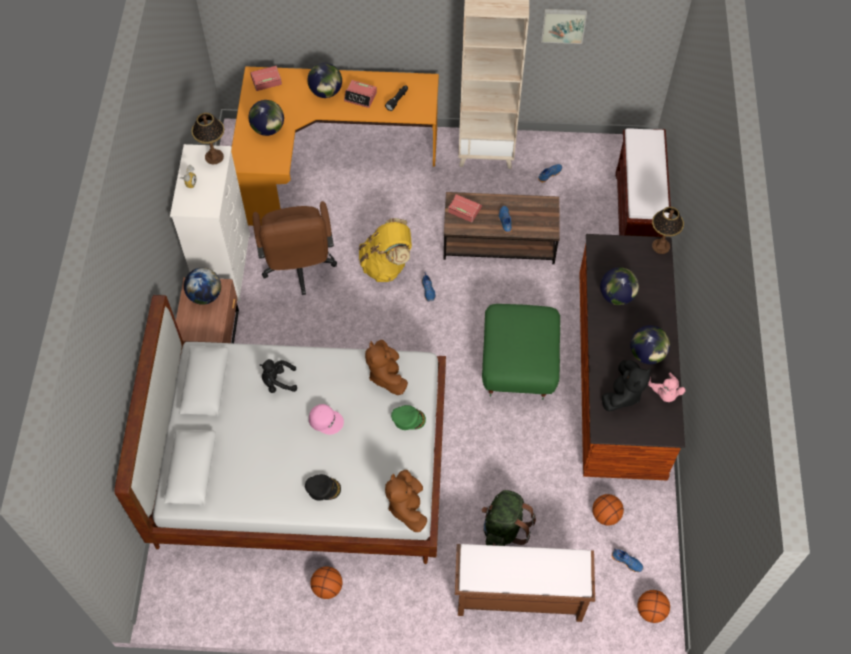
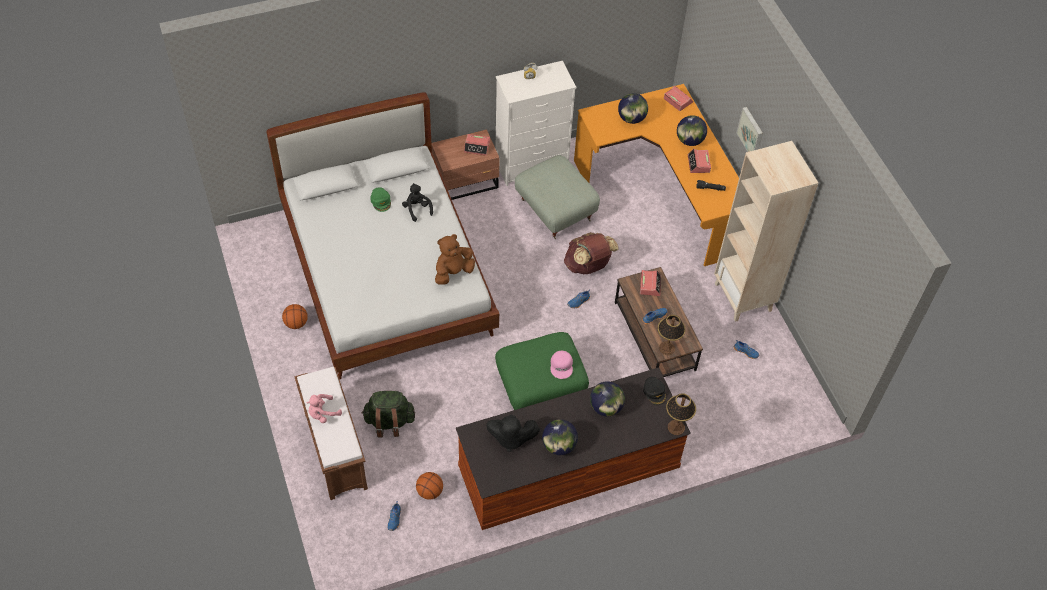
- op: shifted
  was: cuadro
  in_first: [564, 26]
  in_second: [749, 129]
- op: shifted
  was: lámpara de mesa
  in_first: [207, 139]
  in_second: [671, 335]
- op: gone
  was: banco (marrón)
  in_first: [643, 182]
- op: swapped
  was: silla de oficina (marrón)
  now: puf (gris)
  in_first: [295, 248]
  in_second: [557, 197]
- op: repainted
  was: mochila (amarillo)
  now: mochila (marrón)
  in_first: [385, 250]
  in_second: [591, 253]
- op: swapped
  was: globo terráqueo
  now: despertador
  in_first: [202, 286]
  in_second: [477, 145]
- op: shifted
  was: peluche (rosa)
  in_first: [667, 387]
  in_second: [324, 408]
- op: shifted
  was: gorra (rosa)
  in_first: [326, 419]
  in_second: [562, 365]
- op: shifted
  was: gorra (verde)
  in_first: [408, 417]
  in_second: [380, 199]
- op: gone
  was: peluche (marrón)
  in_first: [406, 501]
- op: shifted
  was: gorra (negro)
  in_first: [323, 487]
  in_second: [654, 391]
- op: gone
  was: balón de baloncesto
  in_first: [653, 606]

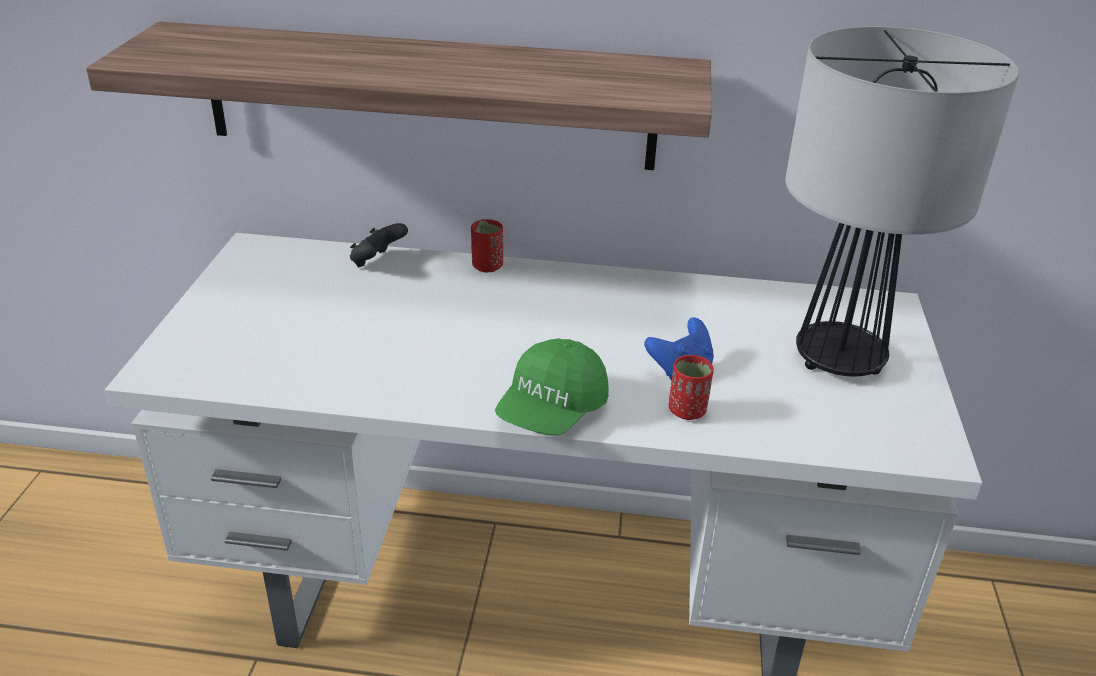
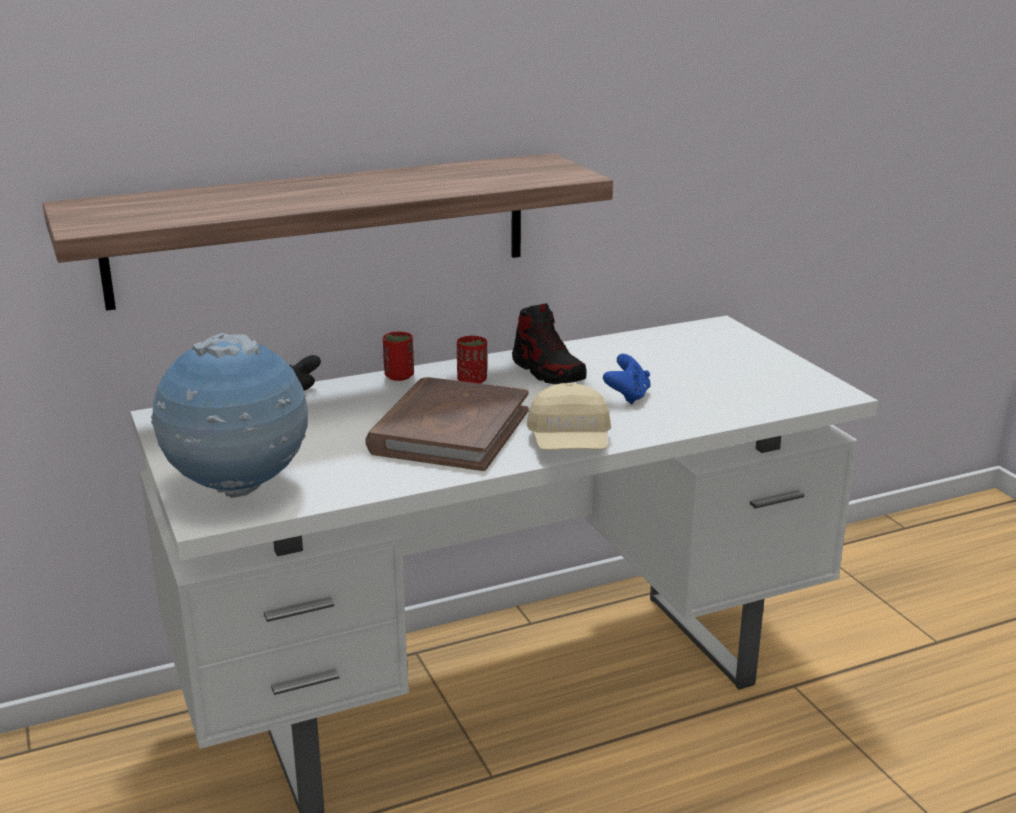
- op: gone
  was: lámpara de mesa
  in_first: [902, 201]
- op: repainted
  was: gorra (verde)
  now: gorra (beis)
  in_first: [552, 386]
  in_second: [569, 416]
- op: shifted
  was: taza (rojo)
  in_first: [691, 387]
  in_second: [472, 360]
- op: new
  now: zapato
  in_second: [549, 343]
- op: new
  now: globo terráqueo
  in_second: [229, 415]
- op: new
  now: libro (marrón)
  in_second: [447, 424]

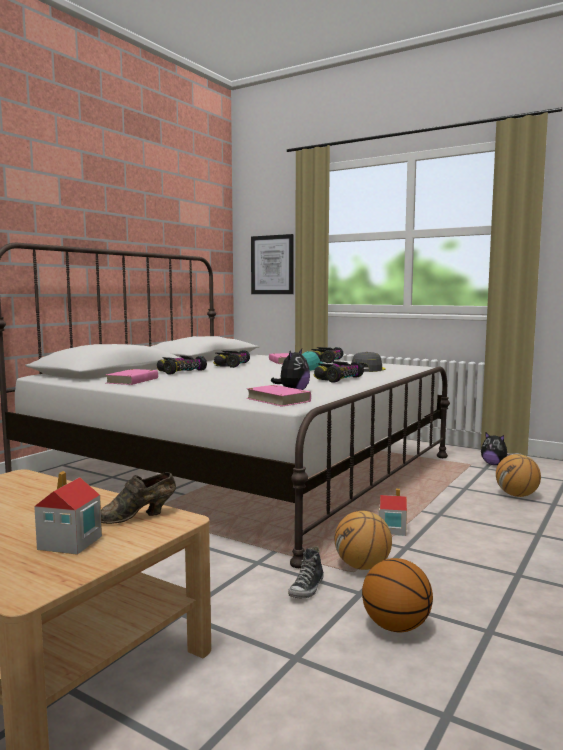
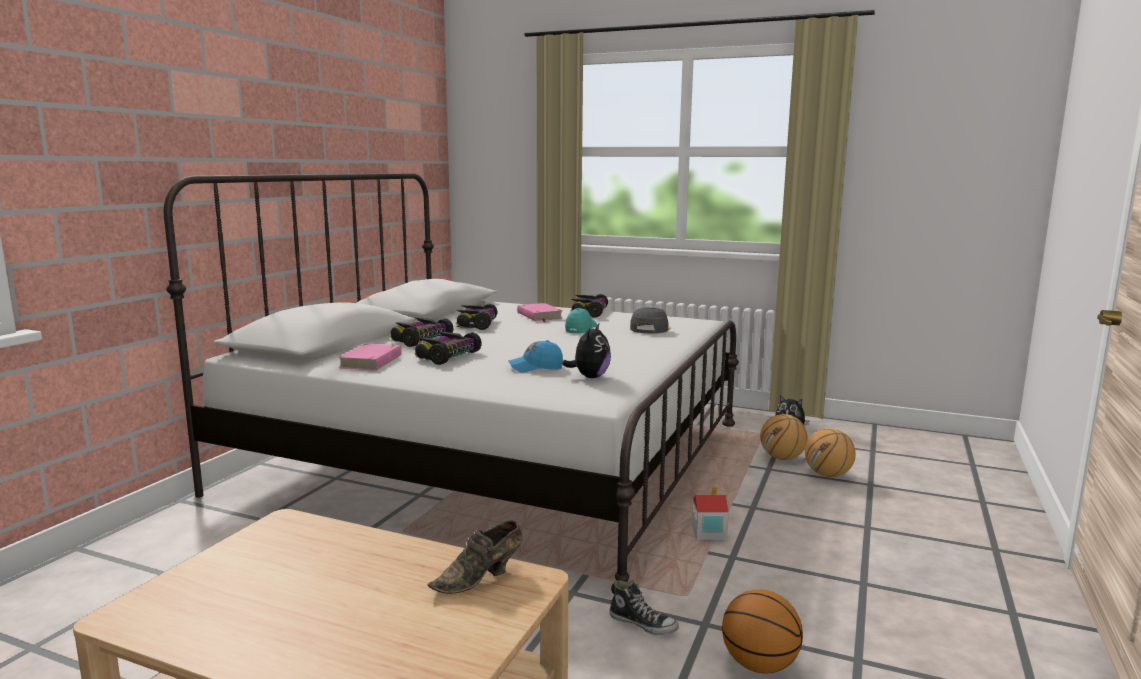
- op: gone
  was: cuadro
  in_first: [272, 264]
- op: shifted
  was: coche de juguete
  in_first: [338, 372]
  in_second: [448, 348]
- op: gone
  was: libro (rosa)
  in_first: [278, 396]
- op: gone
  was: casita
  in_first: [68, 513]
- op: shifted
  was: balón de baloncesto
  in_first: [363, 540]
  in_second: [784, 437]
- op: rotated
  was: zapato
  in_first: [306, 572]
  in_second: [644, 607]
  clockwise: -75
- op: new
  now: gorra (azul)
  in_second: [535, 356]

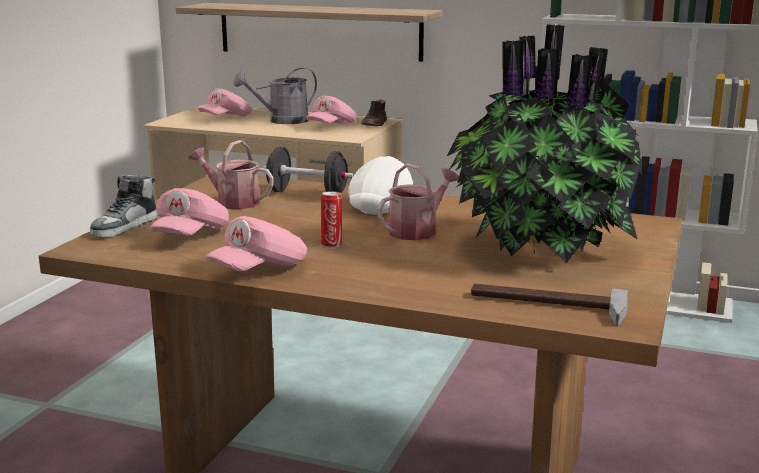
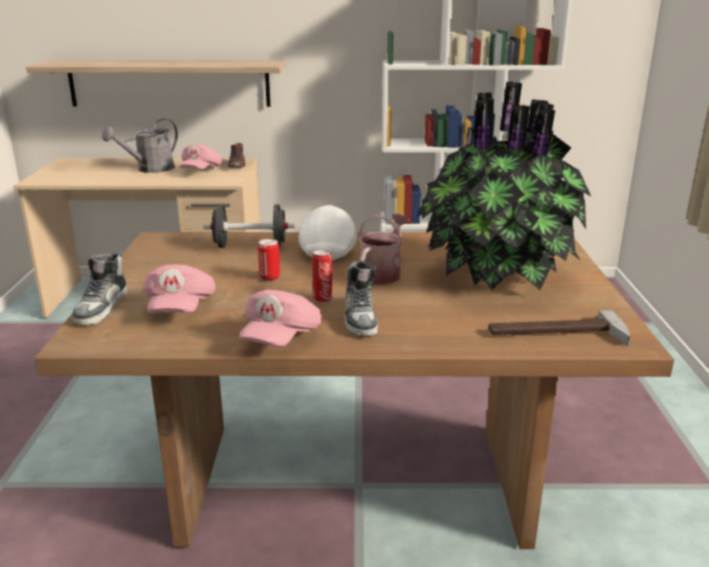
- op: gone
  was: gorra (rosa)
  in_first: [225, 102]
- op: gone
  was: regadera
  in_first: [231, 174]
- op: new
  now: lata
  in_second: [269, 260]
- op: new
  now: zapato
  in_second: [361, 298]

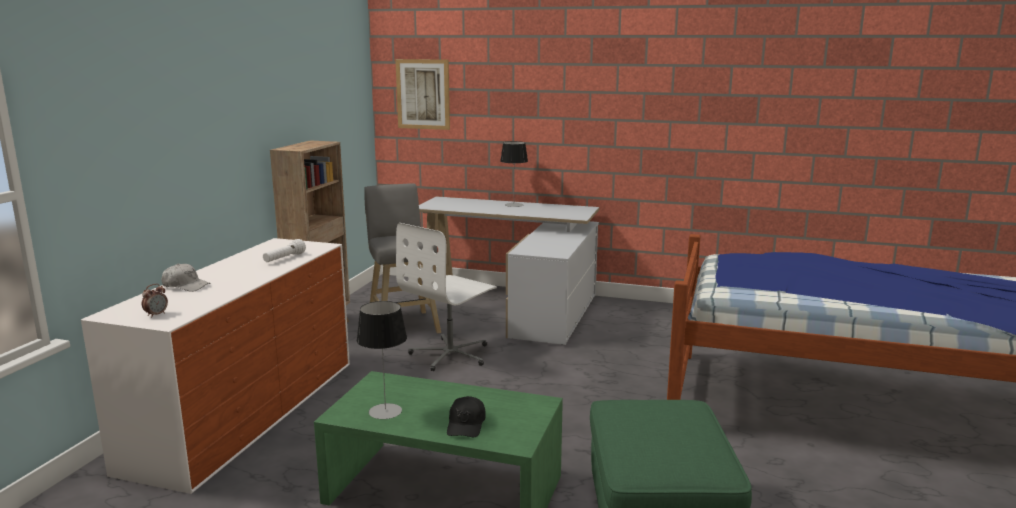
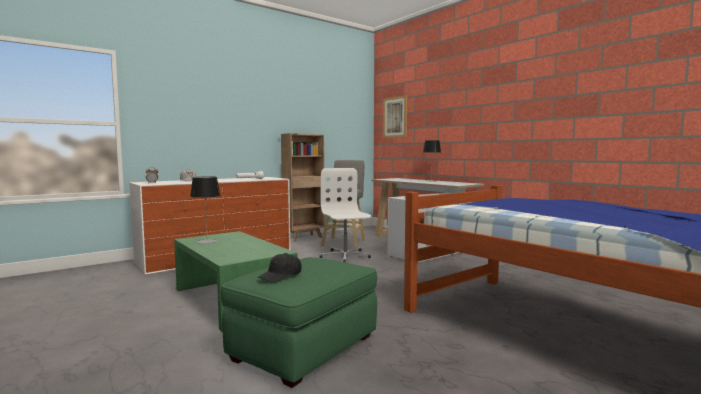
- op: rotated
  was: silla de oficina (blanco)
  in_first: [446, 297]
  in_second: [345, 215]
  clockwise: 90
- op: shifted
  was: gorra (negro)
  in_first: [466, 416]
  in_second: [280, 268]

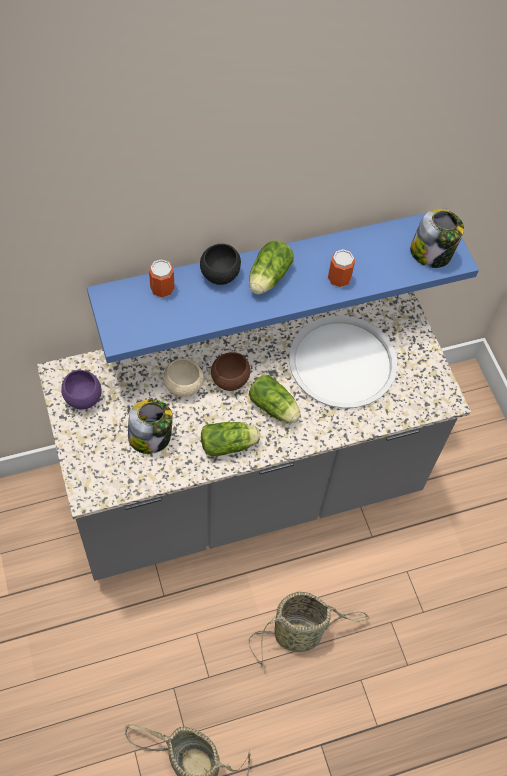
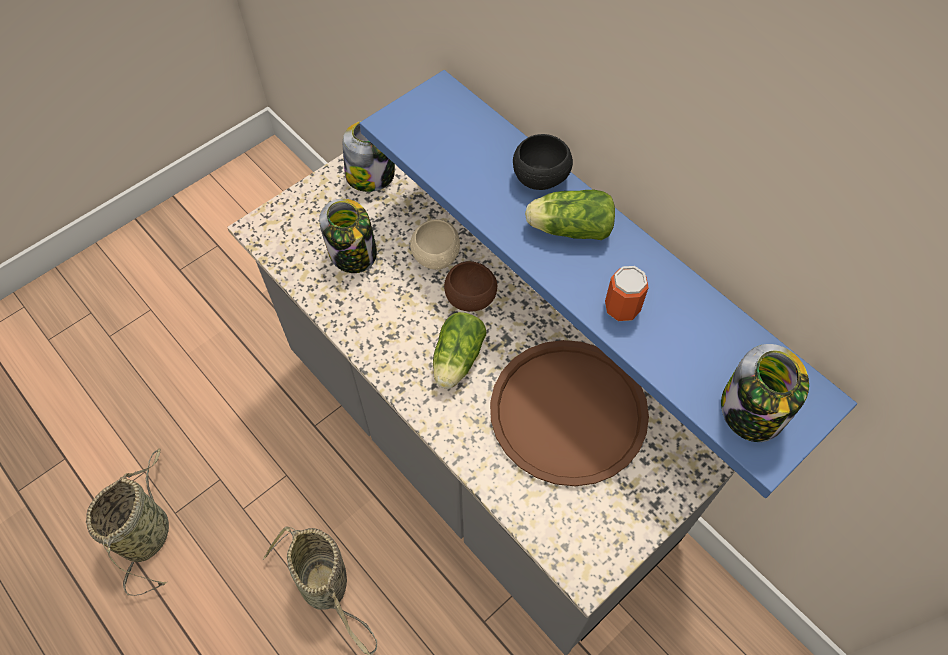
- op: gone
  was: lata
  in_first: [162, 278]
- op: repainted
  was: bandeja (blanco)
  now: bandeja (marrón)
  in_first: [343, 362]
  in_second: [569, 413]
- op: swapped
  was: cuenco (morado)
  now: tarro
  in_first: [81, 390]
  in_second: [369, 156]
- op: gone
  was: lechuga
  in_first: [230, 439]

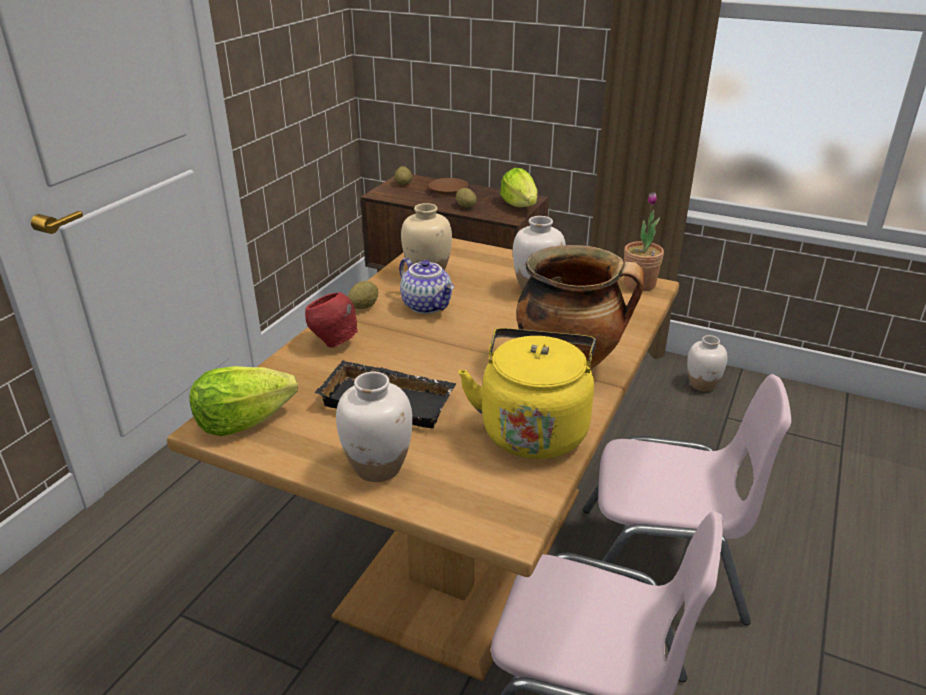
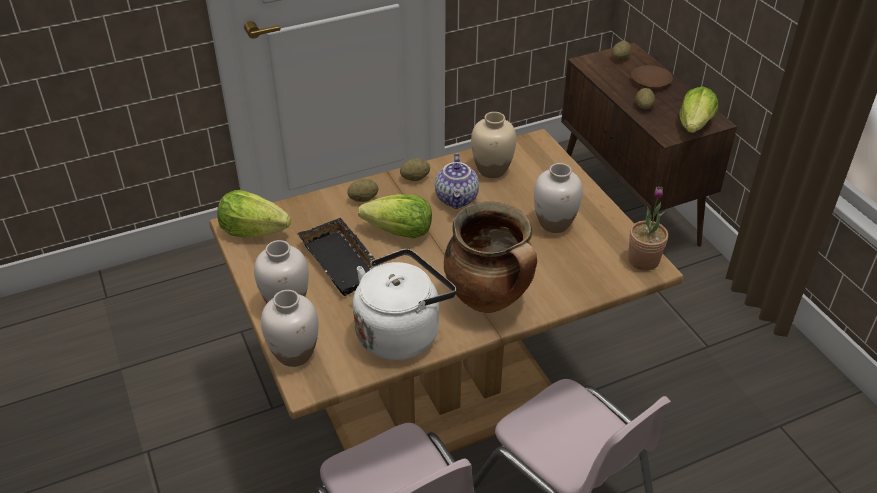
- op: swapped
  was: cuenco (rojo)
  now: patata
  in_first: [331, 320]
  in_second: [362, 190]
- op: repainted
  was: hervidor (amarillo)
  now: hervidor (blanco)
  in_first: [527, 393]
  in_second: [404, 304]
- op: shifted
  was: florero (blanco)
  in_first: [707, 363]
  in_second: [290, 328]
- op: new
  now: lechuga
  in_second: [395, 216]

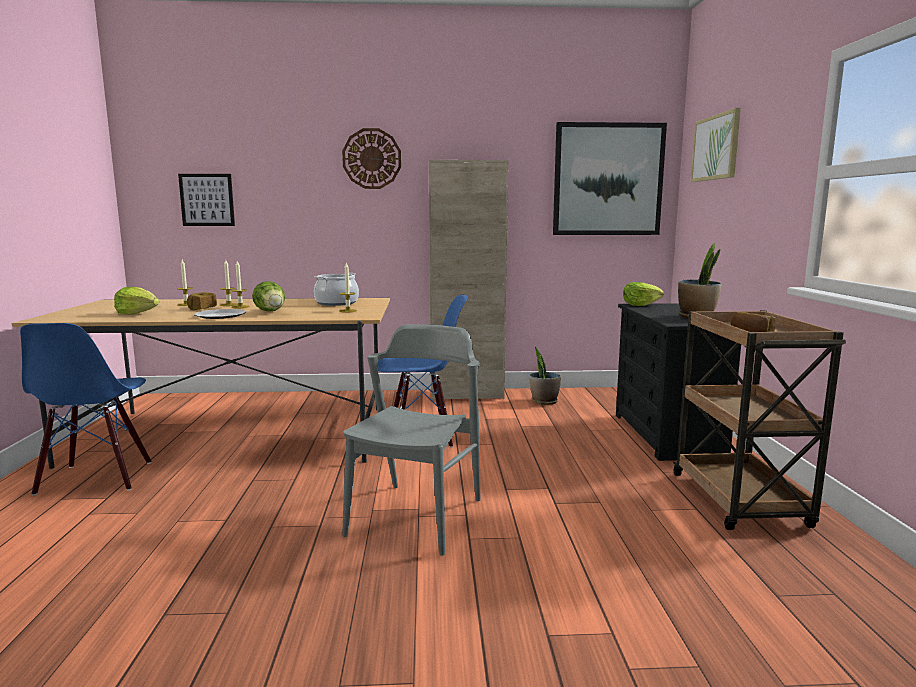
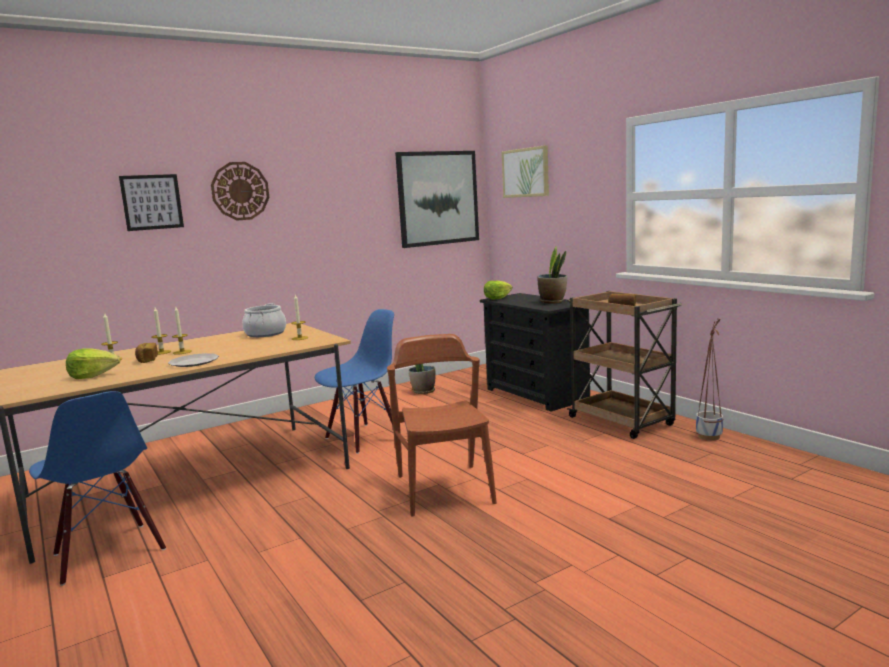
- op: gone
  was: armario (beis)
  in_first: [468, 280]
- op: shifted
  was: cuadro
  in_first: [206, 200]
  in_second: [151, 202]
- op: gone
  was: lechuga
  in_first: [268, 296]
- op: repainted
  was: silla (gris)
  now: silla (marrón)
  in_first: [411, 440]
  in_second: [442, 425]
- op: new
  now: maceta
  in_second: [709, 379]

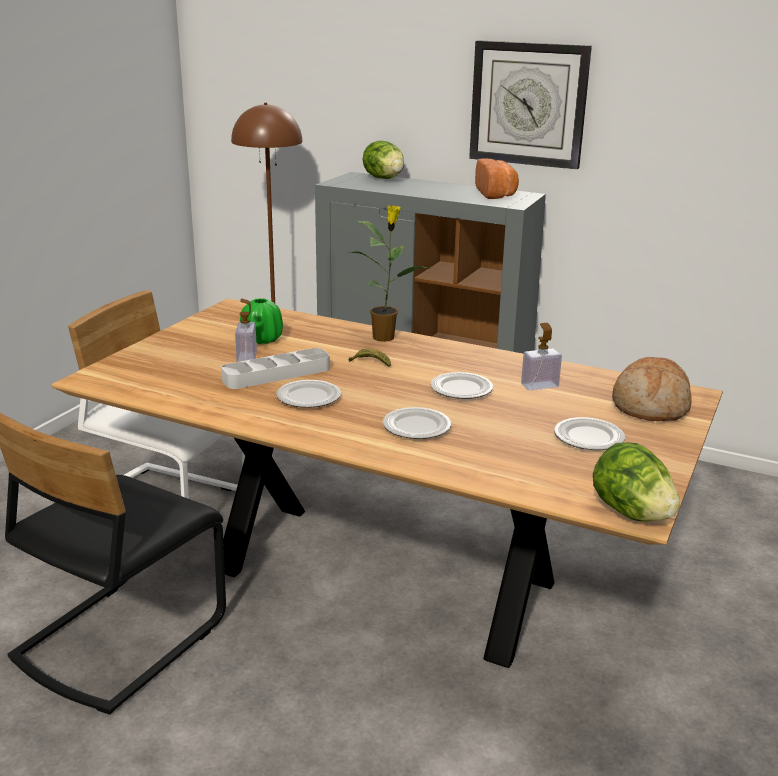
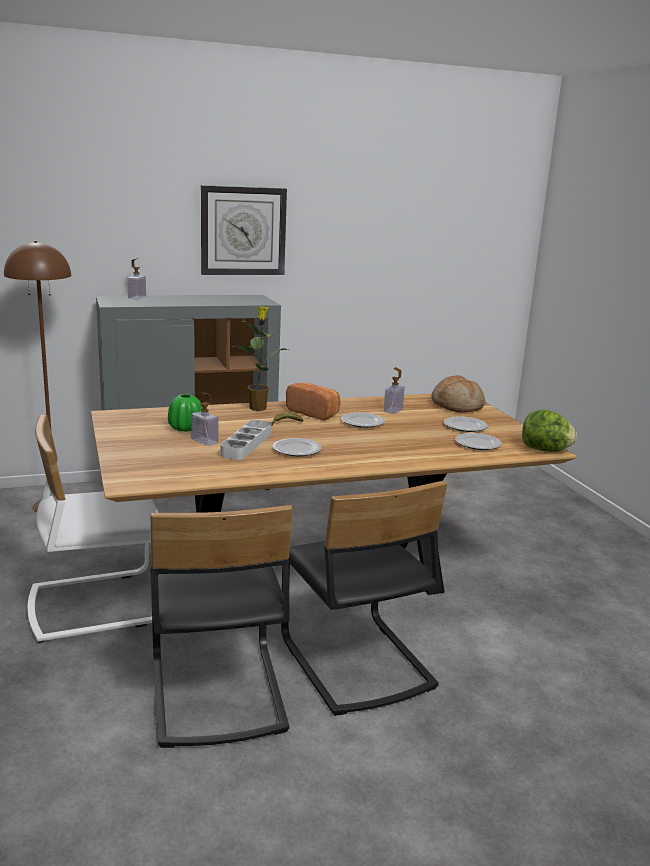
- op: swapped
  was: lechuga
  now: dispensador de jabón
  in_first: [383, 159]
  in_second: [136, 278]
- op: shifted
  was: pan
  in_first: [497, 179]
  in_second: [313, 401]
- op: shifted
  was: plato
  in_first: [417, 423]
  in_second: [478, 441]
- op: new
  now: silla (negro)
  in_second: [364, 598]

